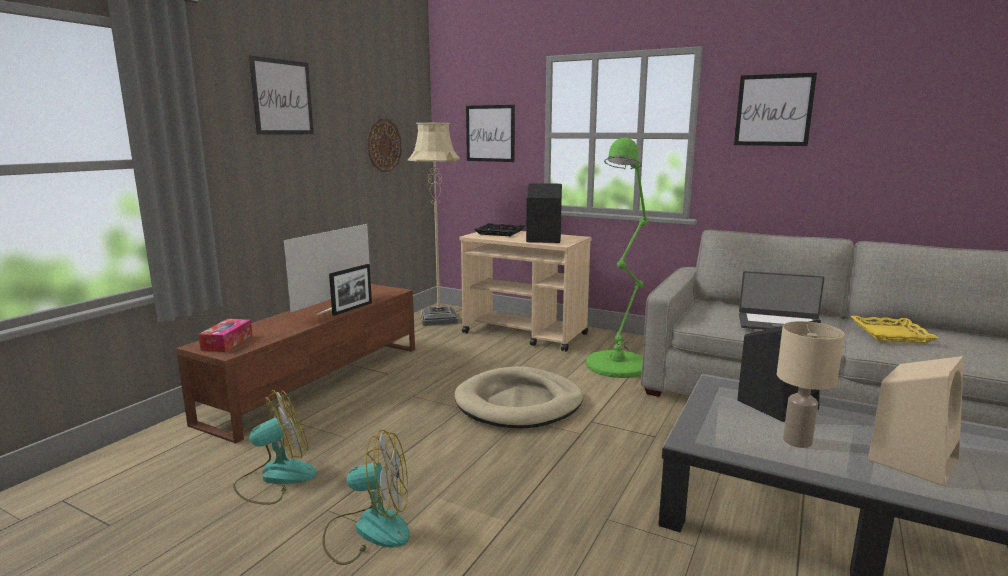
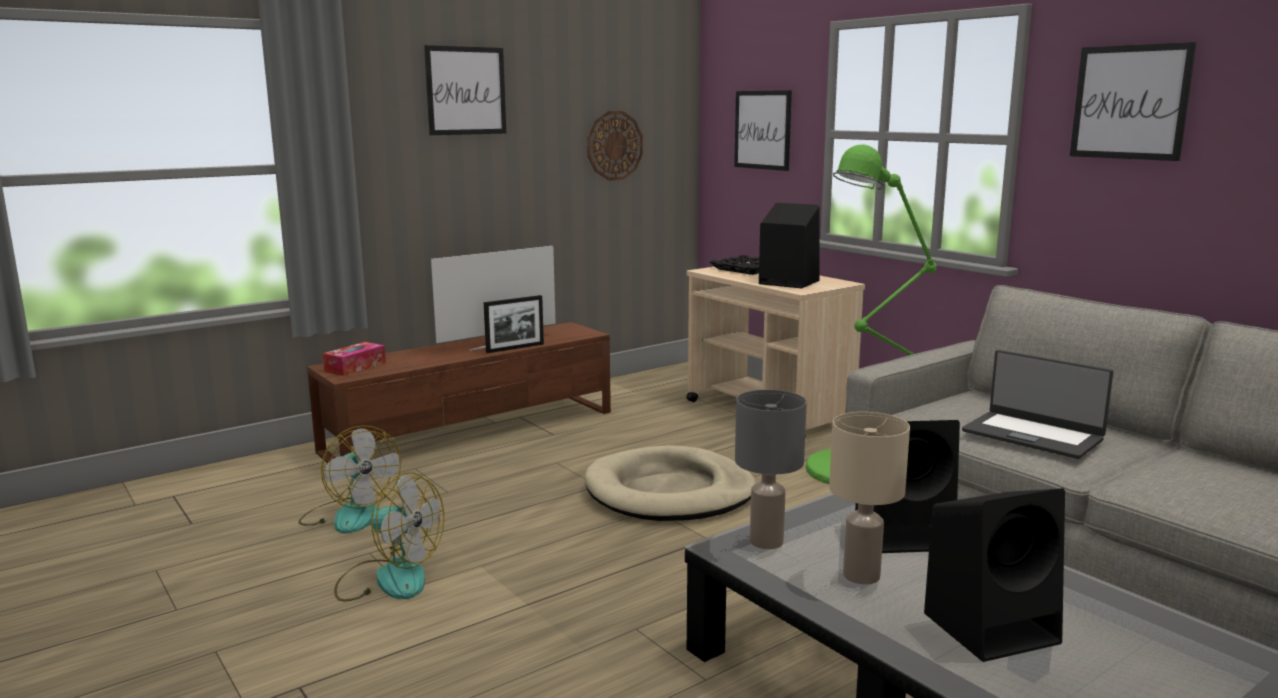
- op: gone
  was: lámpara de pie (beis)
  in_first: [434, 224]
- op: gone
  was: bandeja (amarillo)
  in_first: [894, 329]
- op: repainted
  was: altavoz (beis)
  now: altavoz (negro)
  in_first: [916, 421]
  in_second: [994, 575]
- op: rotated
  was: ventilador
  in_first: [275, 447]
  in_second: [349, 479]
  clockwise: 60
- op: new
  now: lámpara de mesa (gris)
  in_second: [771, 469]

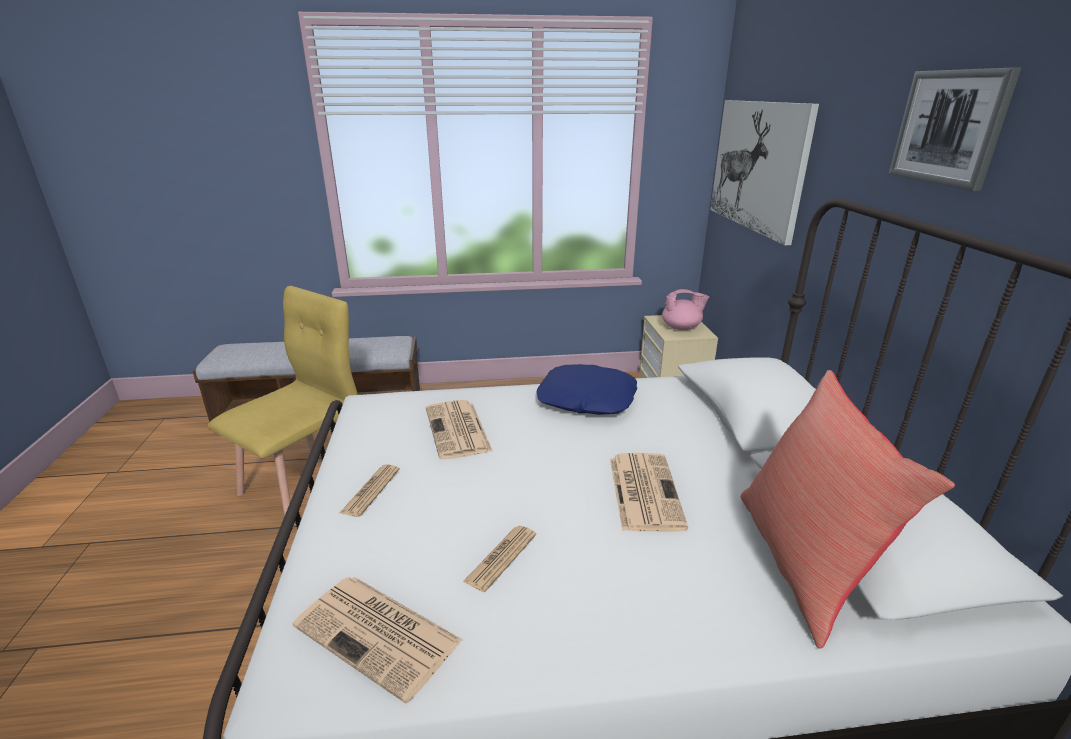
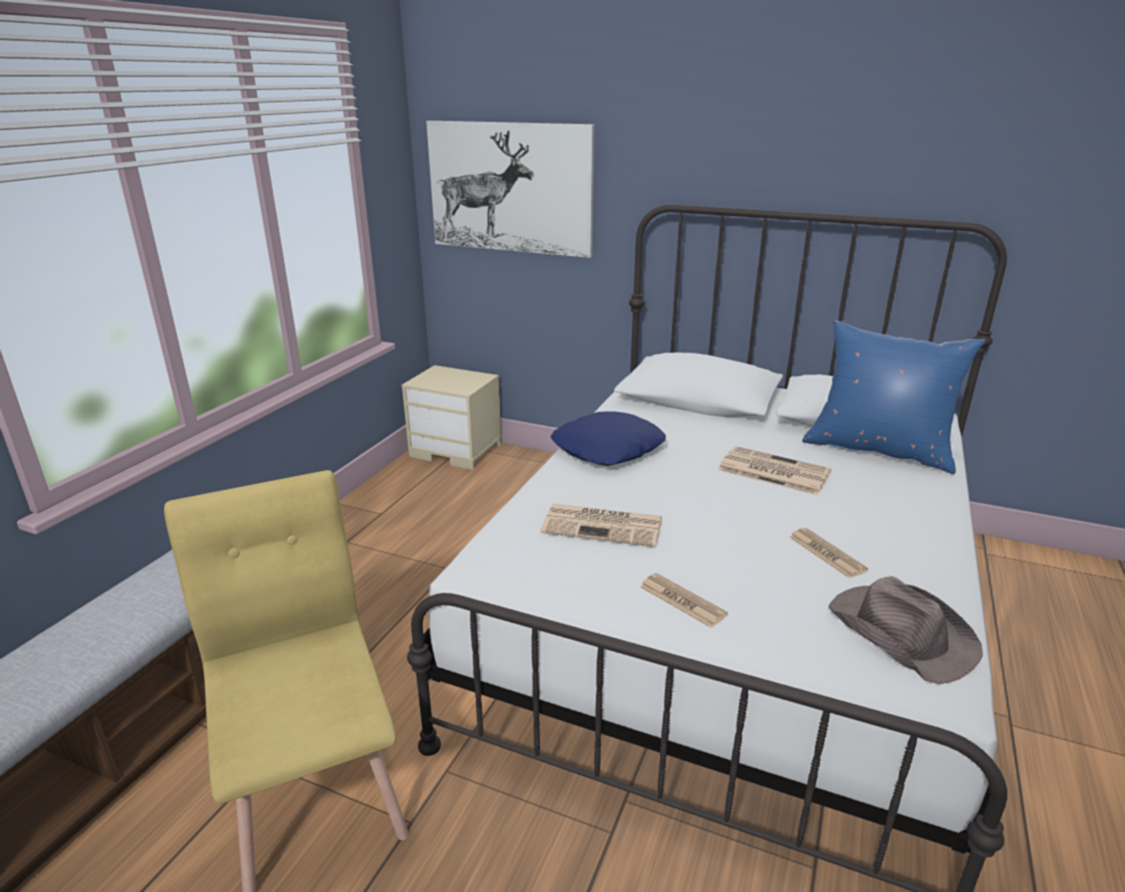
- op: gone
  was: cuadro
  in_first: [955, 129]
- op: gone
  was: tetera (rosa)
  in_first: [685, 309]
- op: repainted
  was: cojín (rojo)
  now: cojín (azul)
  in_first: [848, 509]
  in_second: [894, 397]
- op: swapped
  was: periódico
  now: sombrero (marrón)
  in_first: [378, 640]
  in_second: [905, 630]

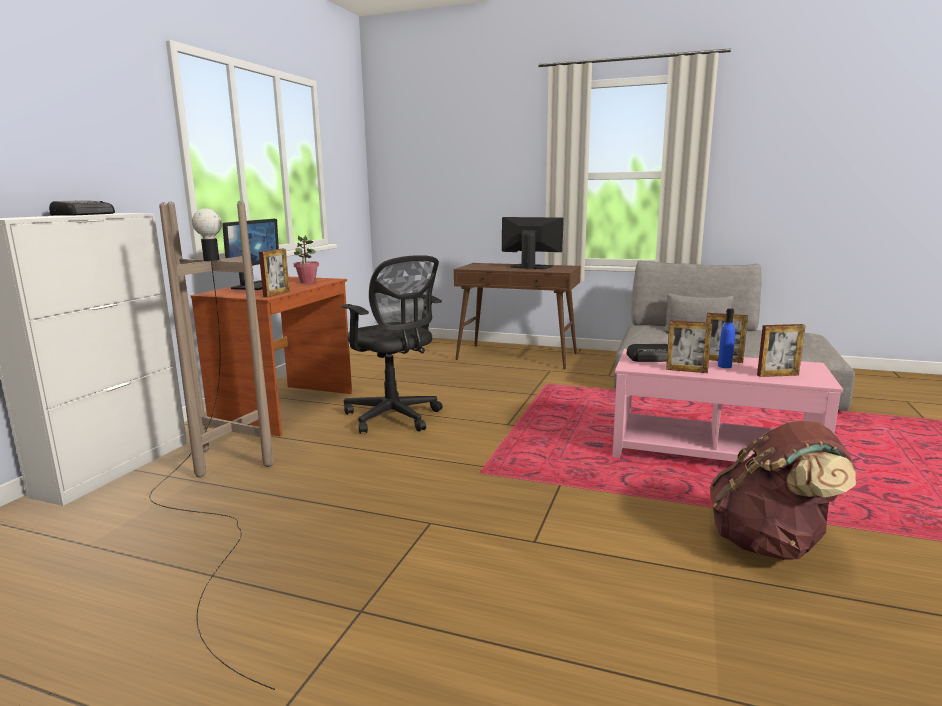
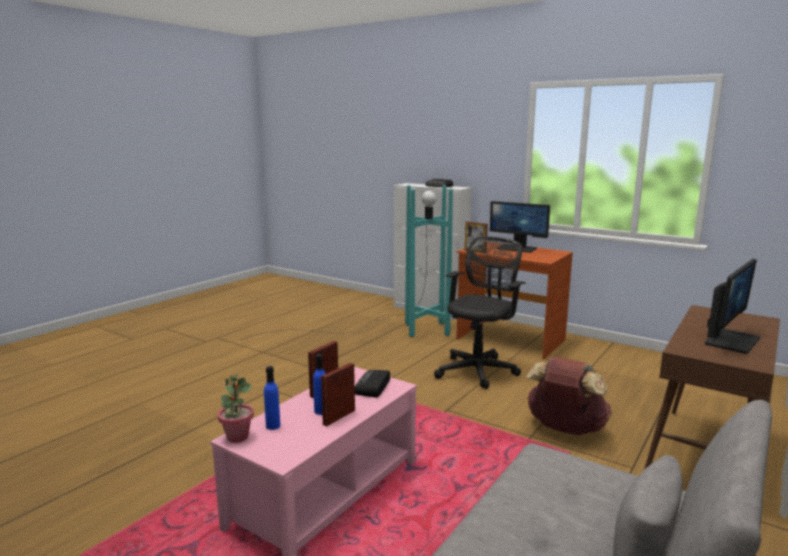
- op: repainted
  was: lámpara de pie (marrón)
  now: lámpara de pie (turquesa)
  in_first: [212, 445]
  in_second: [347, 262]
- op: shifted
  was: planta en maceta
  in_first: [306, 259]
  in_second: [236, 408]
- op: rotated
  was: silla de oficina (negro)
  in_first: [392, 344]
  in_second: [480, 312]
  clockwise: 150
- op: swapped
  was: portarretratos
  now: botella (azul)
  in_first: [781, 350]
  in_second: [272, 398]
- op: shifted
  was: mochila (marrón)
  in_first: [783, 490]
  in_second: [569, 396]

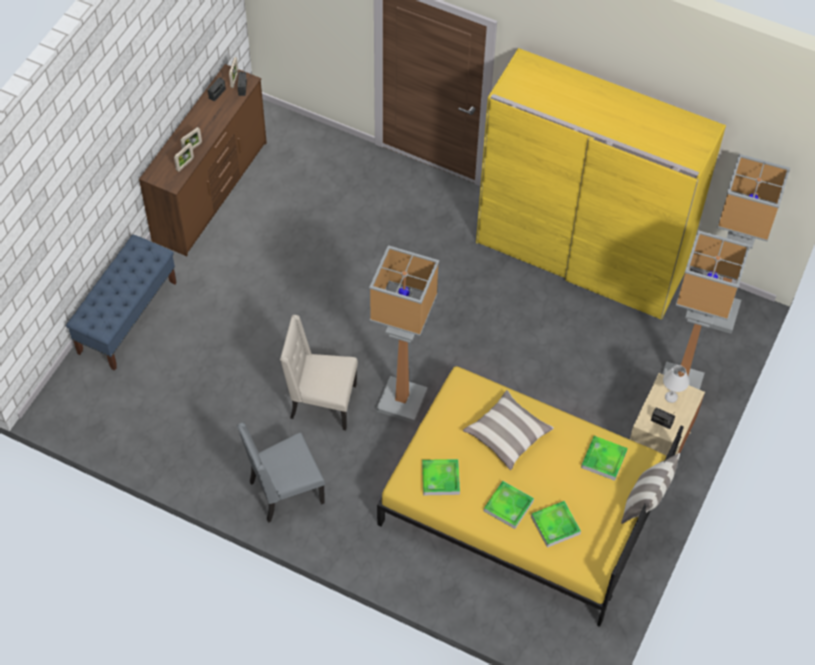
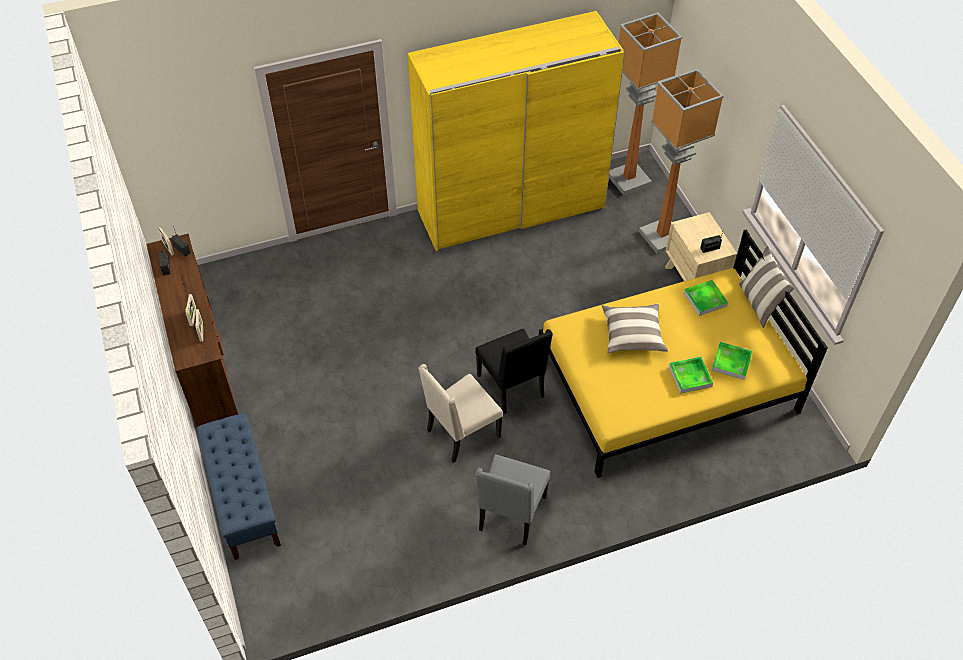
- op: swapped
  was: lámpara de pie
  now: silla (negro)
  in_first: [404, 334]
  in_second: [514, 371]
- op: gone
  was: lámpara de mesa (blanco)
  in_first: [676, 384]
- op: gone
  was: bandeja
  in_first: [441, 477]

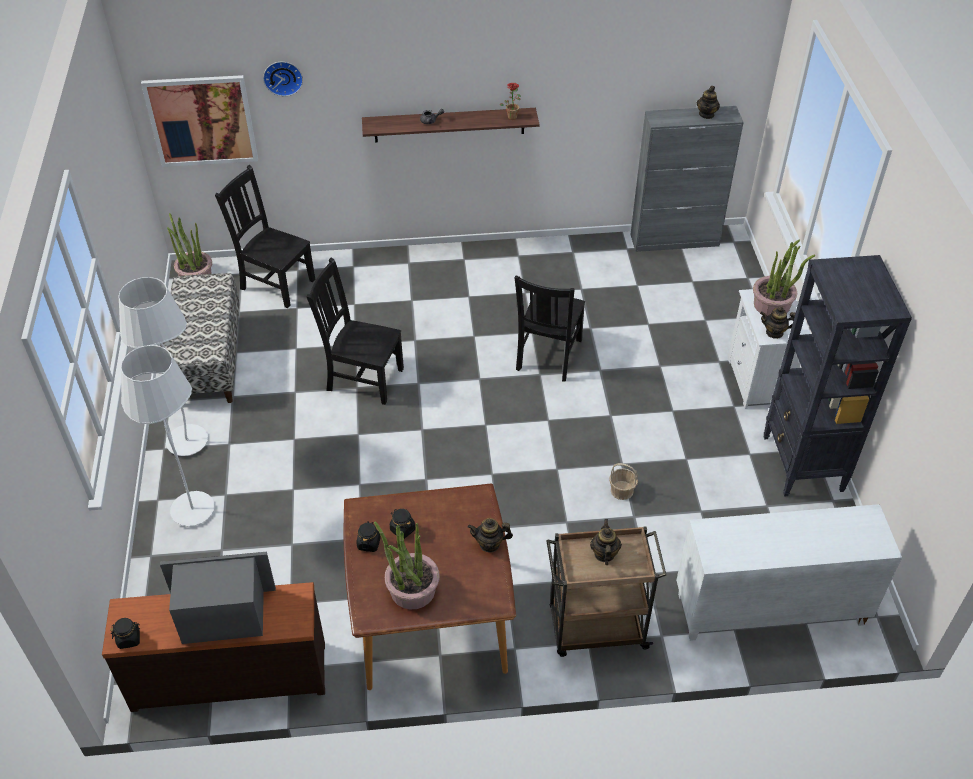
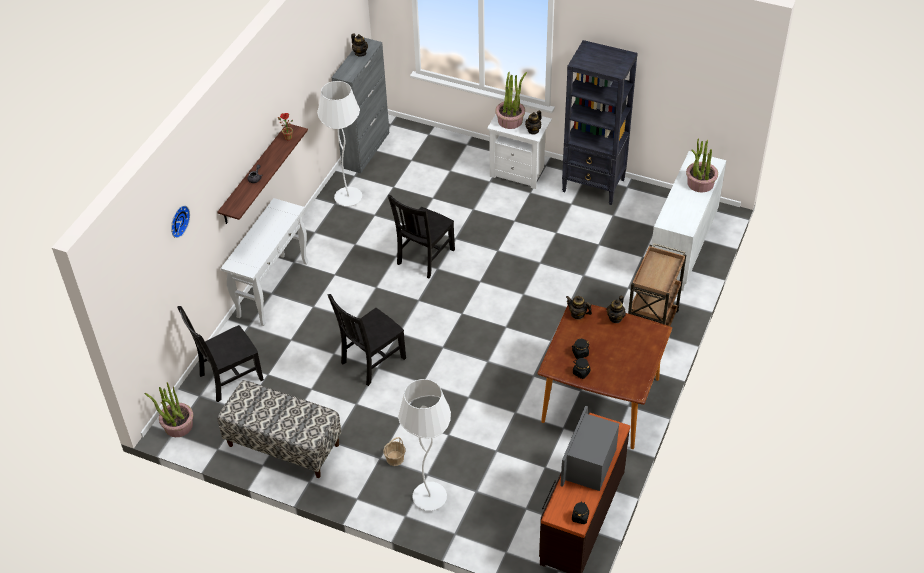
- op: gone
  was: cuadro
  in_first: [199, 121]
- op: rotated
  was: silla (negro)
  in_first: [549, 329]
  in_second: [421, 237]
  clockwise: 75
- op: shifted
  was: lámpara de pie (blanco)
  in_first: [163, 366]
  in_second: [339, 144]
- op: shifted
  was: cesta
  in_first: [623, 481]
  in_second: [394, 451]
- op: shifted
  was: tetera
  in_first: [606, 542]
  in_second: [579, 308]
- op: shifted
  was: planta en maceta
  in_first: [407, 565]
  in_second: [702, 165]
- op: new
  now: mesa consola (blanco)
  in_second: [264, 262]

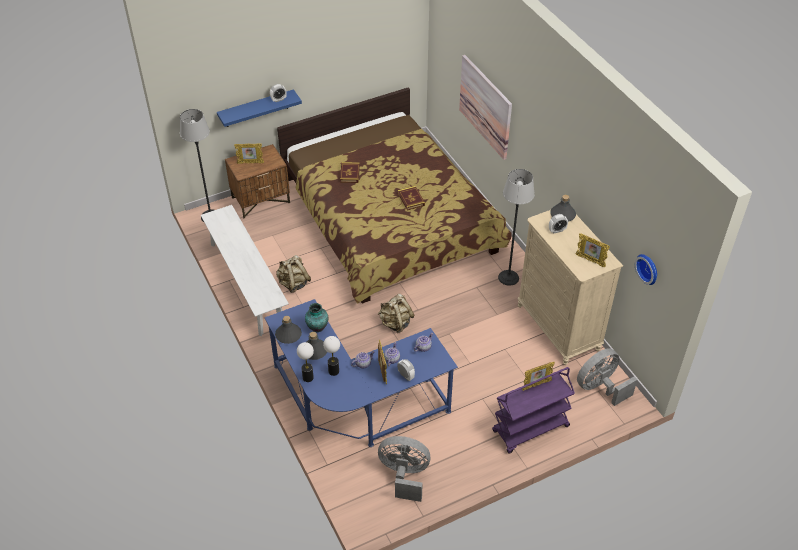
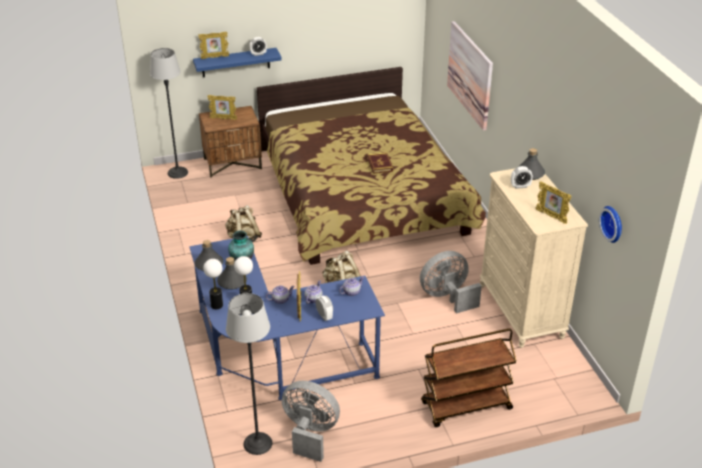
- op: gone
  was: libro
  in_first: [350, 172]
- op: shifted
  was: lámpara de pie
  in_first: [516, 227]
  in_second: [249, 374]
- op: gone
  was: banco (blanco)
  in_first: [245, 270]
- op: shifted
  was: ventilador (gris)
  in_first: [607, 377]
  in_second: [451, 282]
- op: shifted
  was: portarretratos
  in_first: [538, 376]
  in_second: [213, 45]
- op: repainted
  was: carrito (morado)
  now: carrito (marrón)
  in_first: [533, 410]
  in_second: [469, 377]

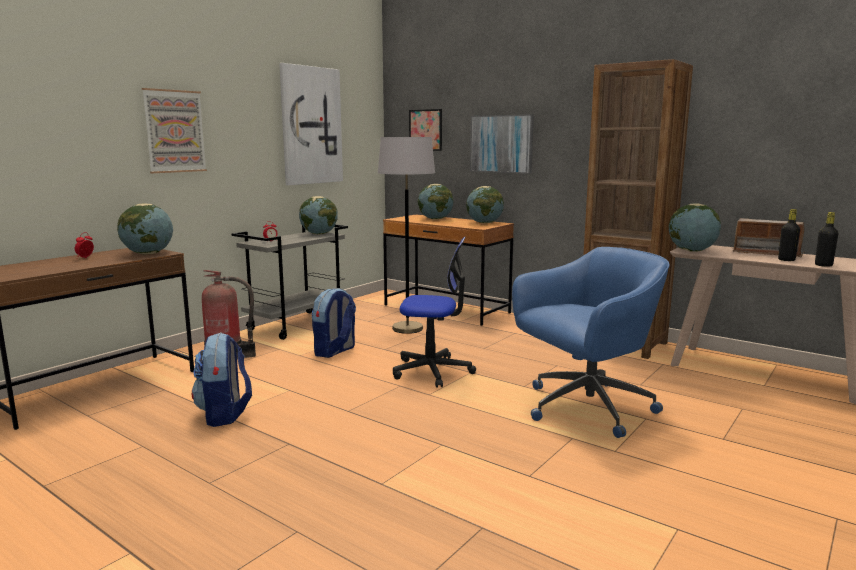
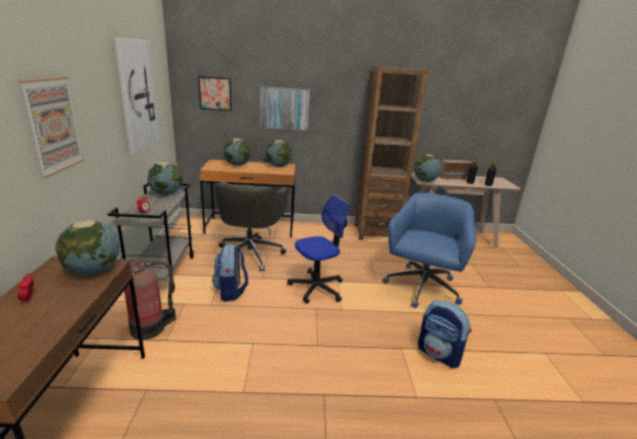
- op: swapped
  was: lámpara de pie (gris)
  now: silla de oficina (gris)
  in_first: [406, 235]
  in_second: [251, 226]
- op: shifted
  was: mochila
  in_first: [222, 379]
  in_second: [445, 334]

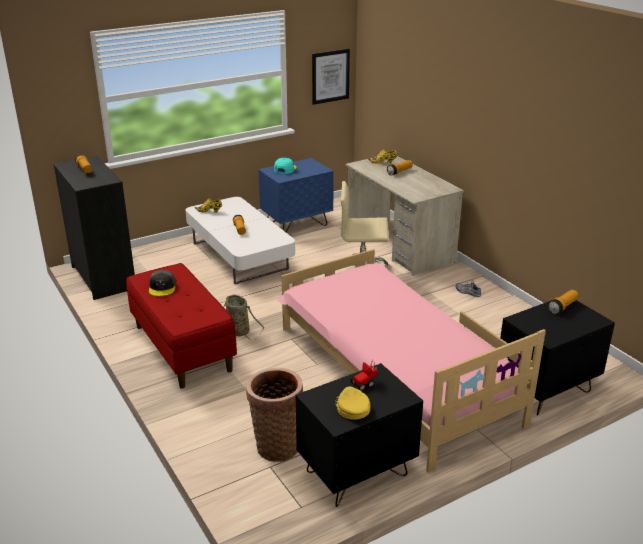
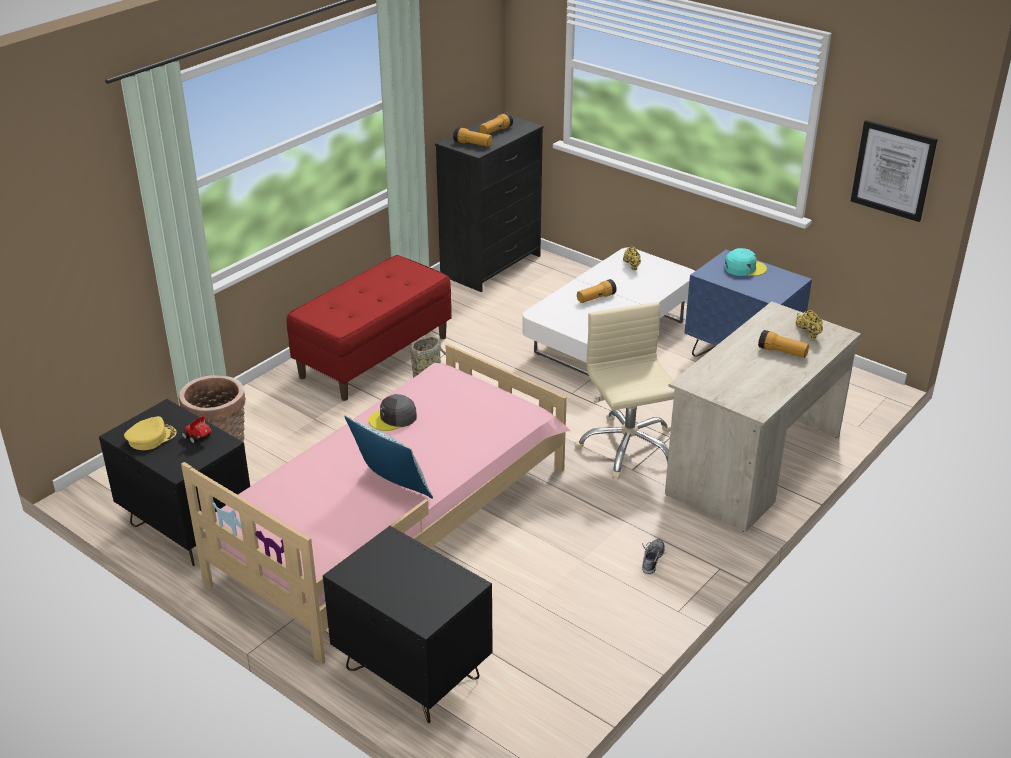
- op: shifted
  was: gorra (gris)
  in_first: [162, 283]
  in_second: [392, 412]
- op: shifted
  was: linterna
  in_first: [563, 302]
  in_second: [473, 137]
- op: new
  now: cojín
  in_second: [388, 457]

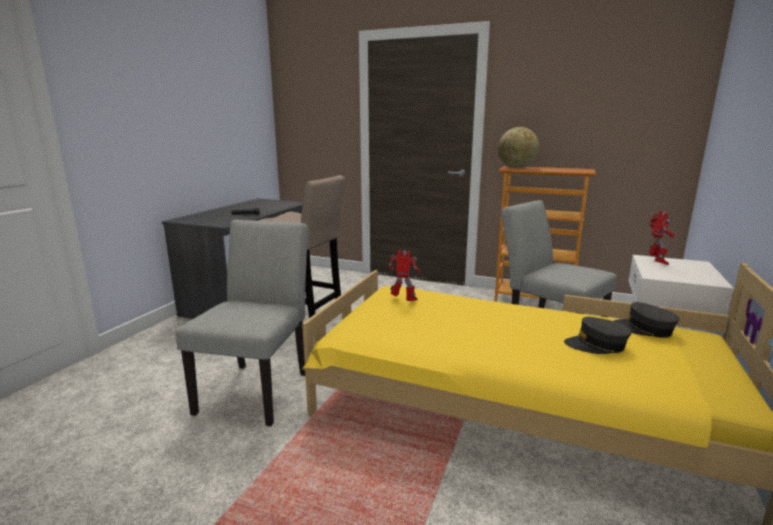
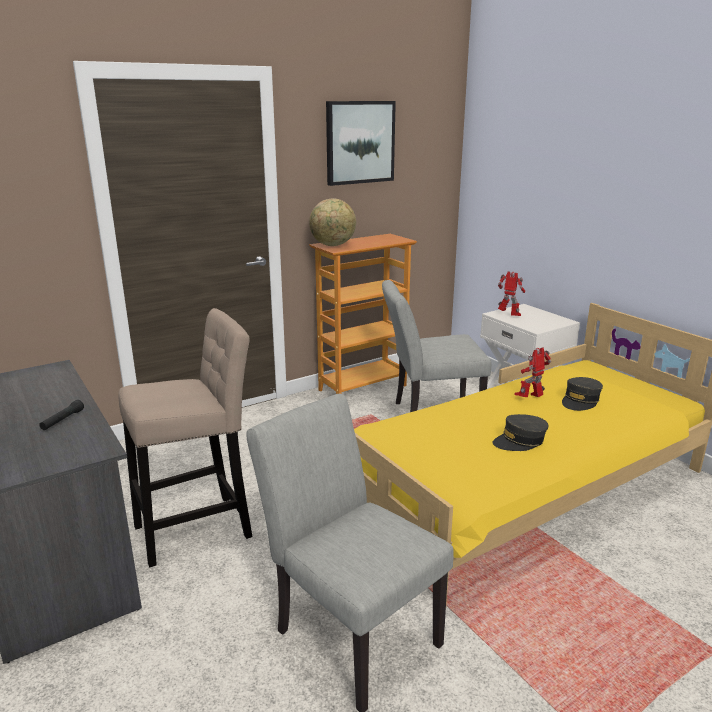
- op: shifted
  was: robot de juguete
  in_first: [404, 275]
  in_second: [533, 372]
- op: shifted
  was: gorra (gris)
  in_first: [647, 320]
  in_second: [521, 432]
- op: new
  now: cuadro
  in_second: [361, 143]

